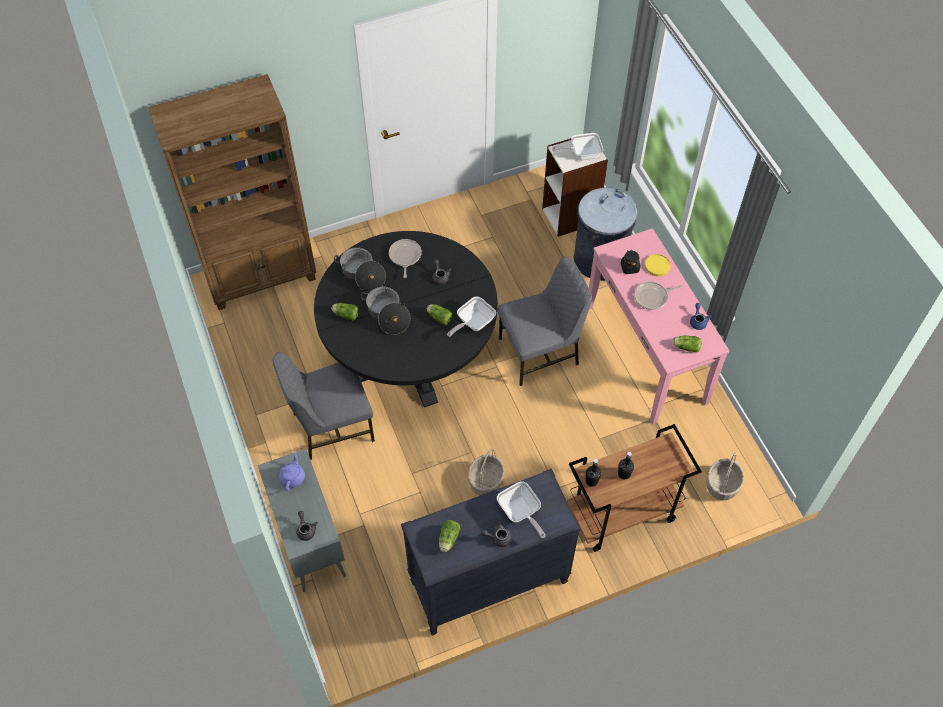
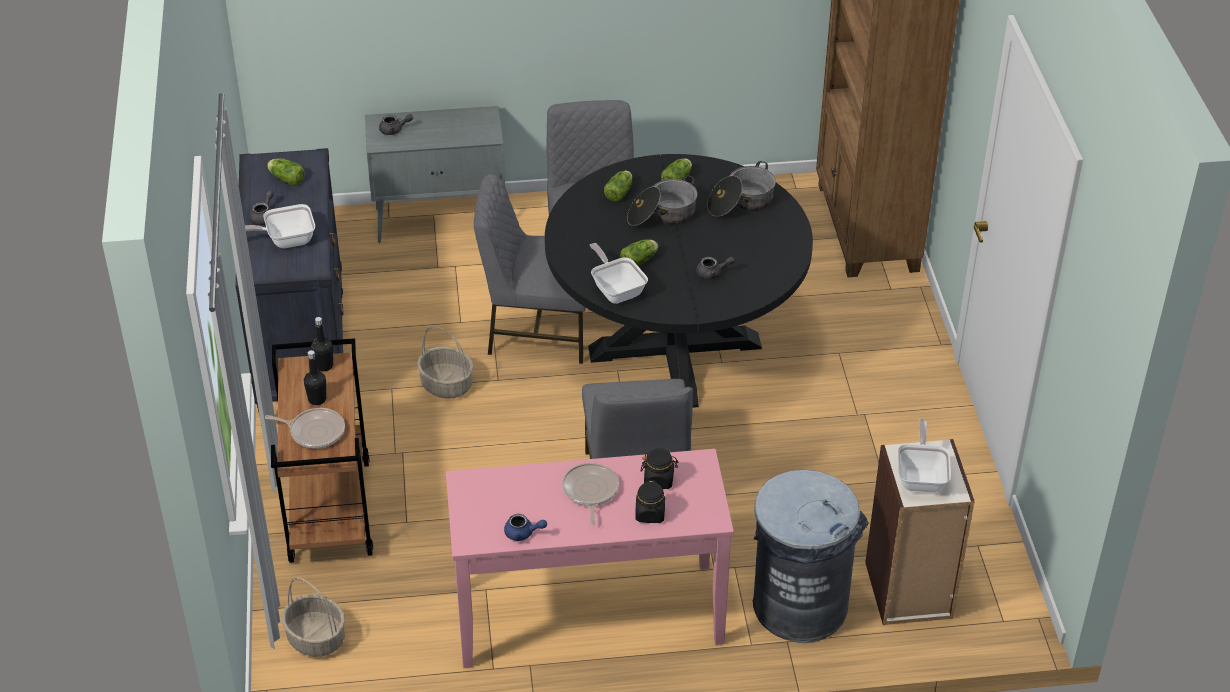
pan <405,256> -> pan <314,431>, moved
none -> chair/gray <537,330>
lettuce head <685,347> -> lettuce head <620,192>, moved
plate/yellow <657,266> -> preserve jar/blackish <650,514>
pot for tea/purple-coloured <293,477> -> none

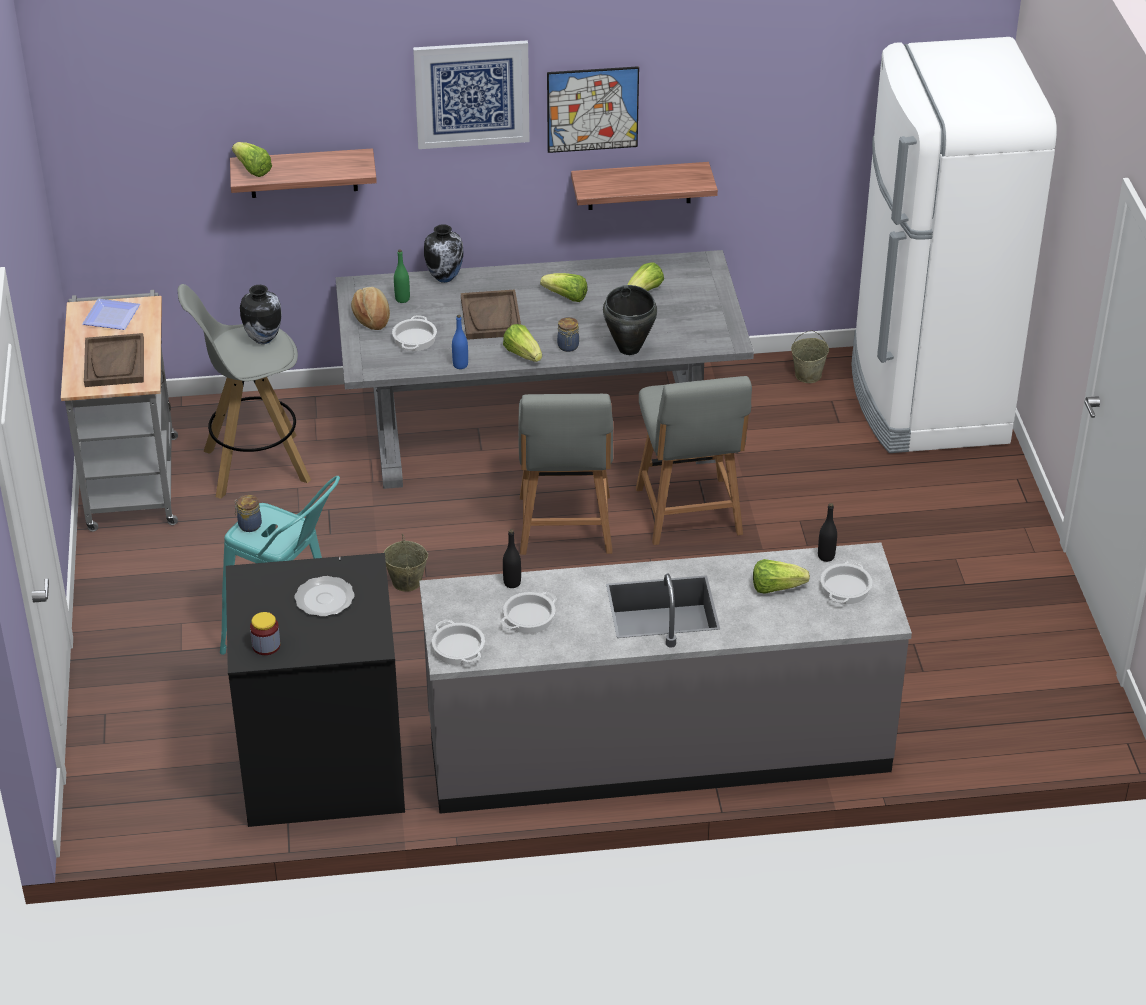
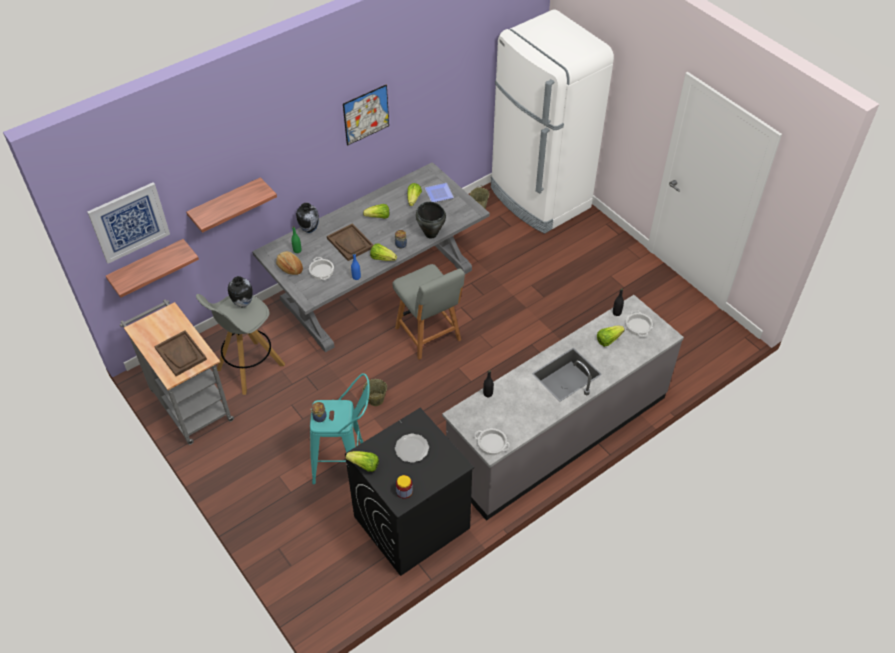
picture <472,94> -> picture <129,222>, moved
shelf <639,186> -> shelf <148,266>, moved
lettuce head <252,169> -> lettuce head <364,465>, moved
plate <112,318> -> plate <440,194>, moved
cooking pot <529,617> -> none
chair/gray <689,514> -> none

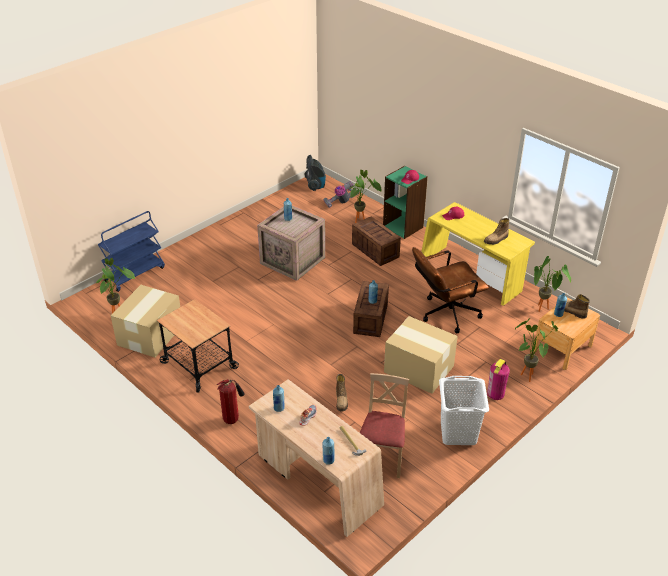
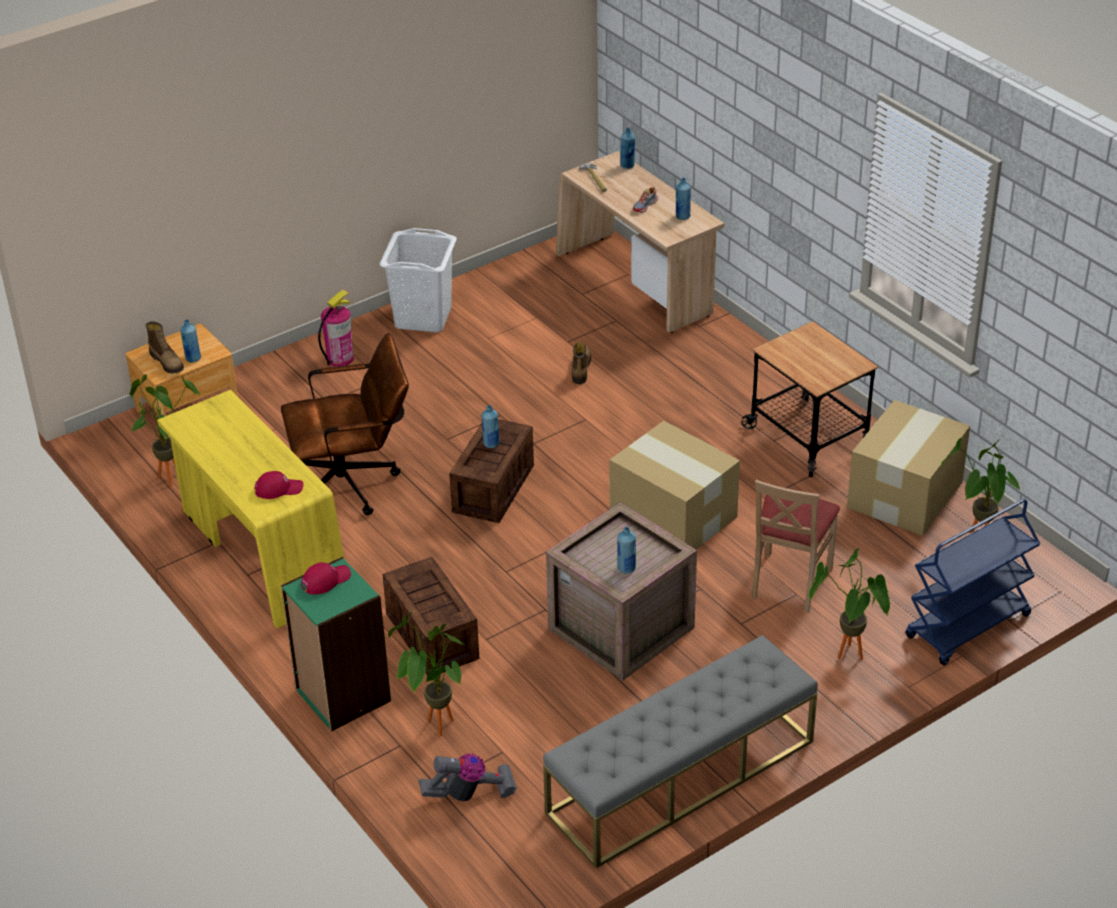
none -> bench/gray <680,777>
carton <419,369> -> carton <672,515>, moved
chair/sand-coloured <382,458> -> chair/sand-coloured <789,582>, moved
houseplant <527,374> -> houseplant <848,658>, moved
fire extinguisher <232,419> -> none
vacuum <315,186> -> none
high-top boot <496,240> -> none

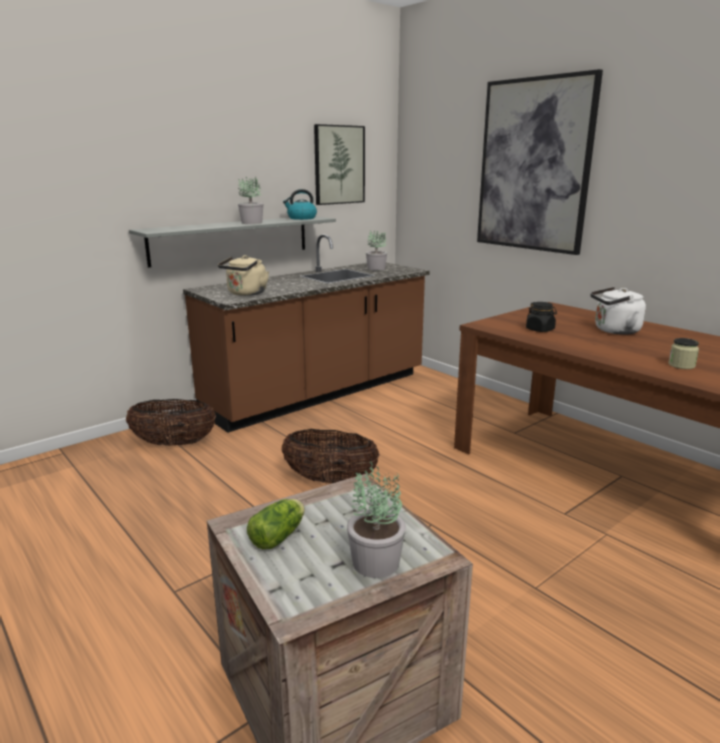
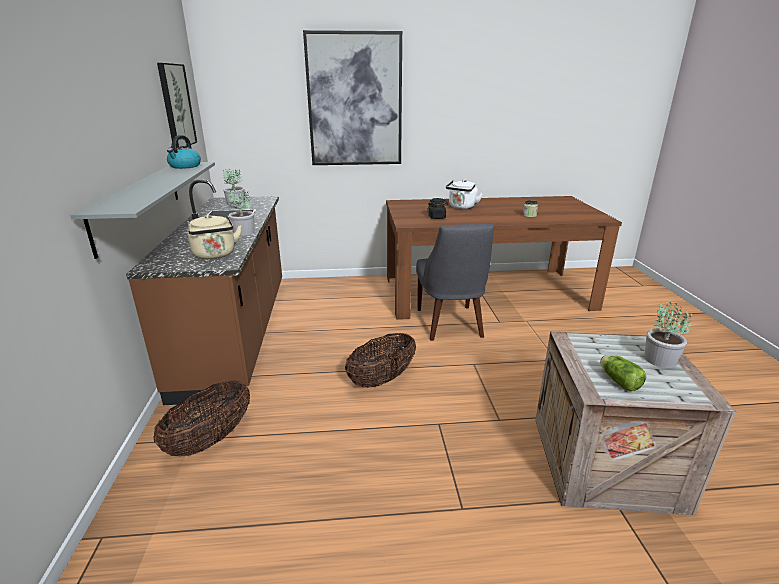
houseplant <251,223> -> houseplant <243,232>, moved
none -> chair/gray <450,325>

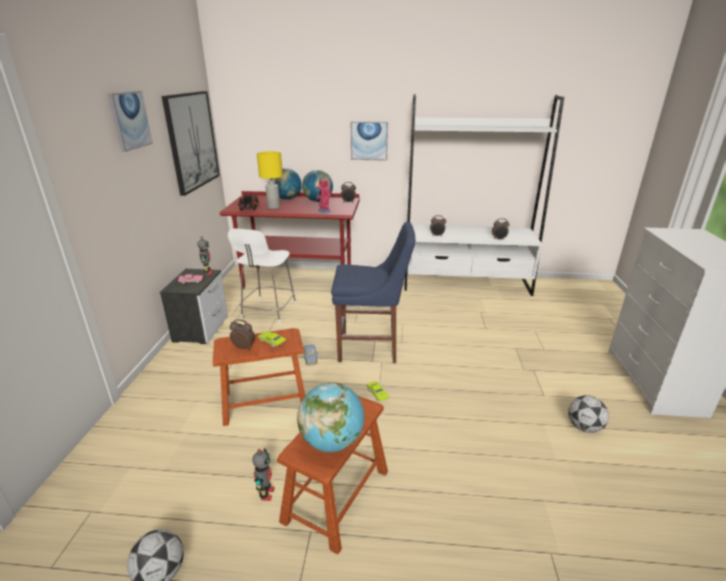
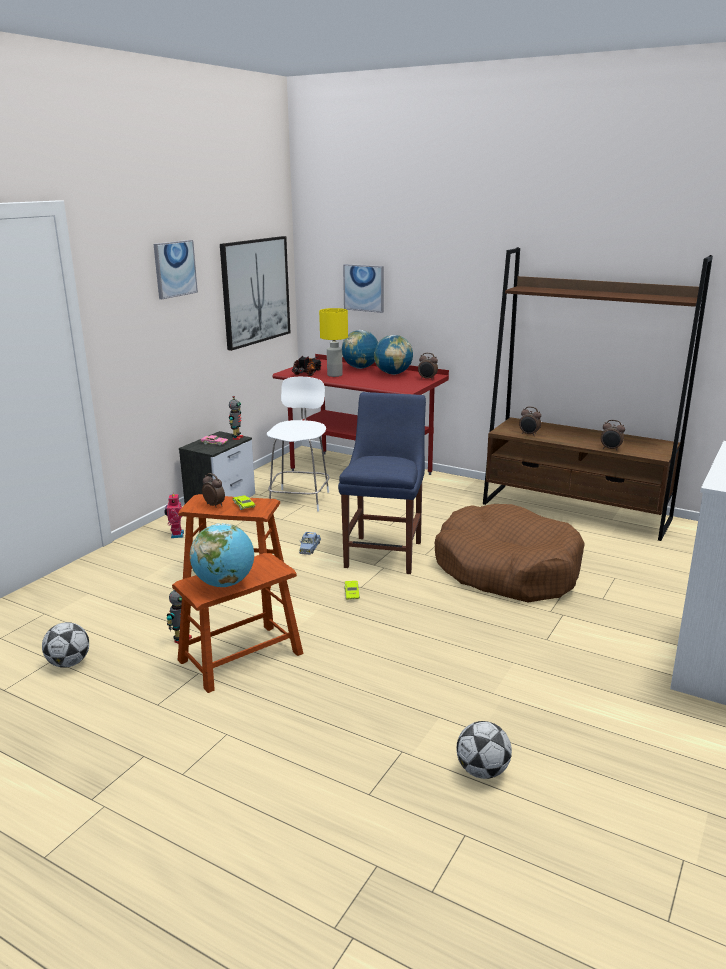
model robot <323,211> -> model robot <176,535>, moved
chair/white <268,313> -> chair/white <300,499>, 150 degrees clockwise
chair/blue <371,347> -> chair/blue <385,552>, 105 degrees counterclockwise
picture <369,140> -> picture <364,288>, moved
none -> dog cushion/brown <507,569>
ball for football <584,427> -> ball for football <482,771>, moved
bookshelf/white <466,284> -> bookshelf/brown <575,511>

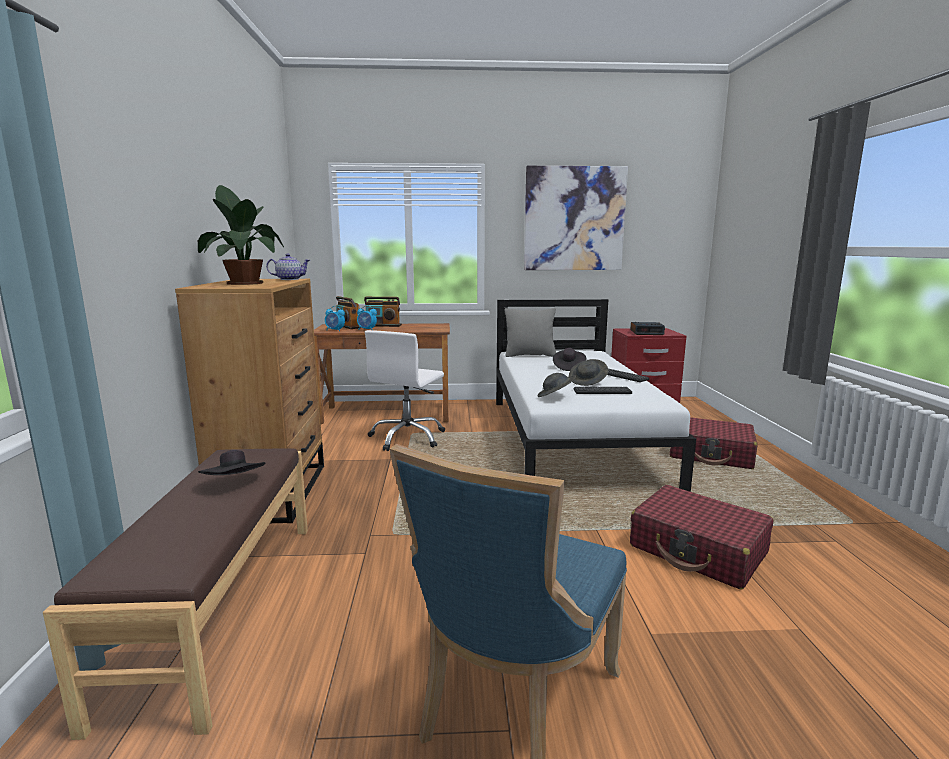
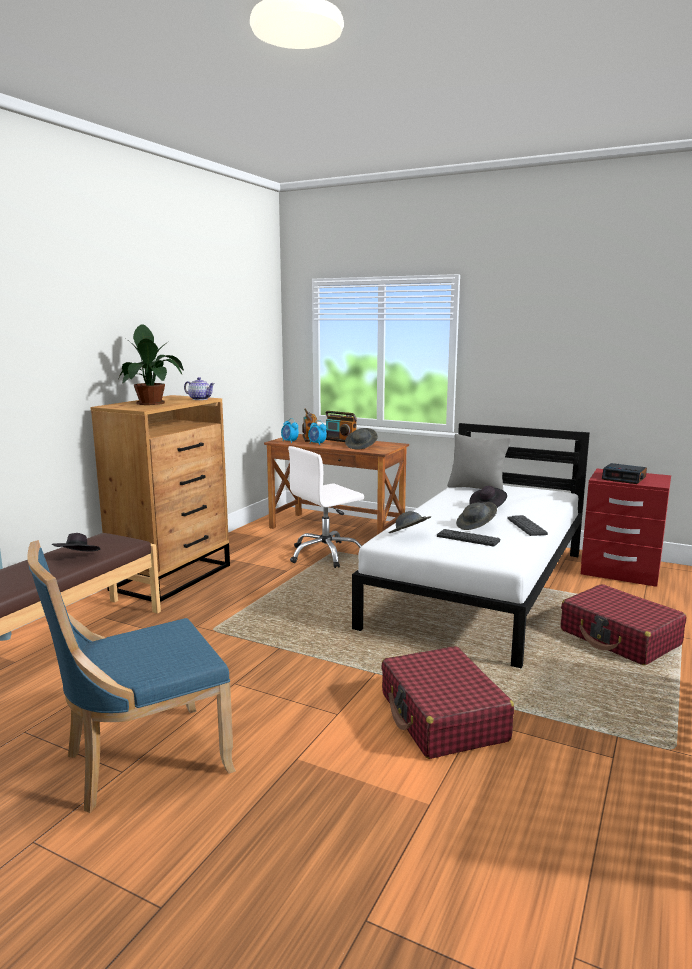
none -> wearable hat/gray <361,446>
picture <574,219> -> none

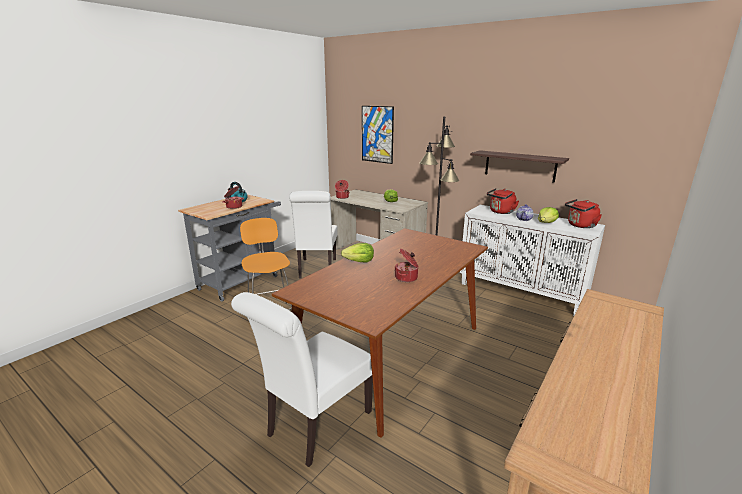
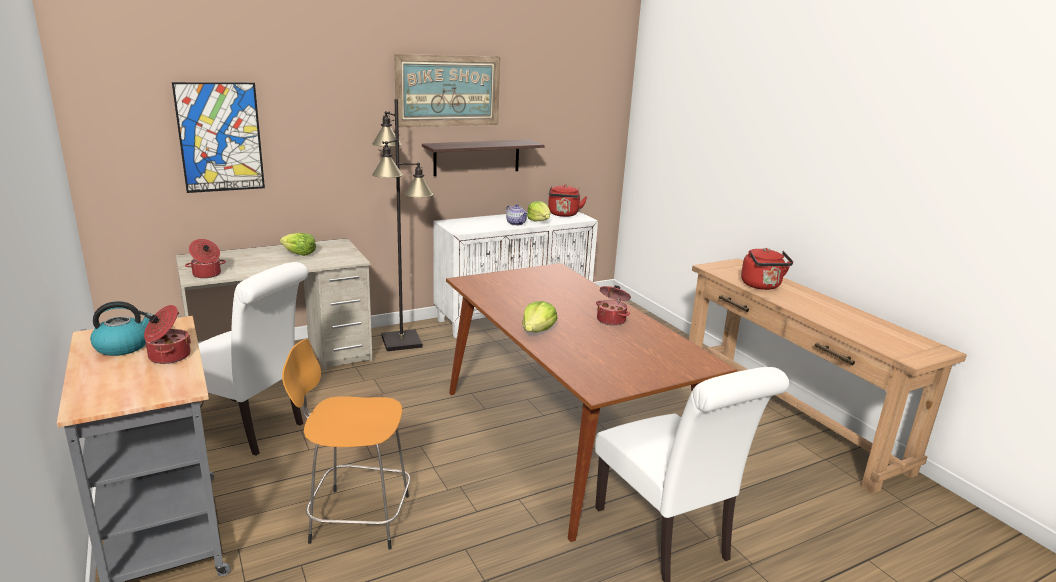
none -> picture <448,91>
tea kettle/red-coloured <500,212> -> tea kettle/red-coloured <762,286>, moved

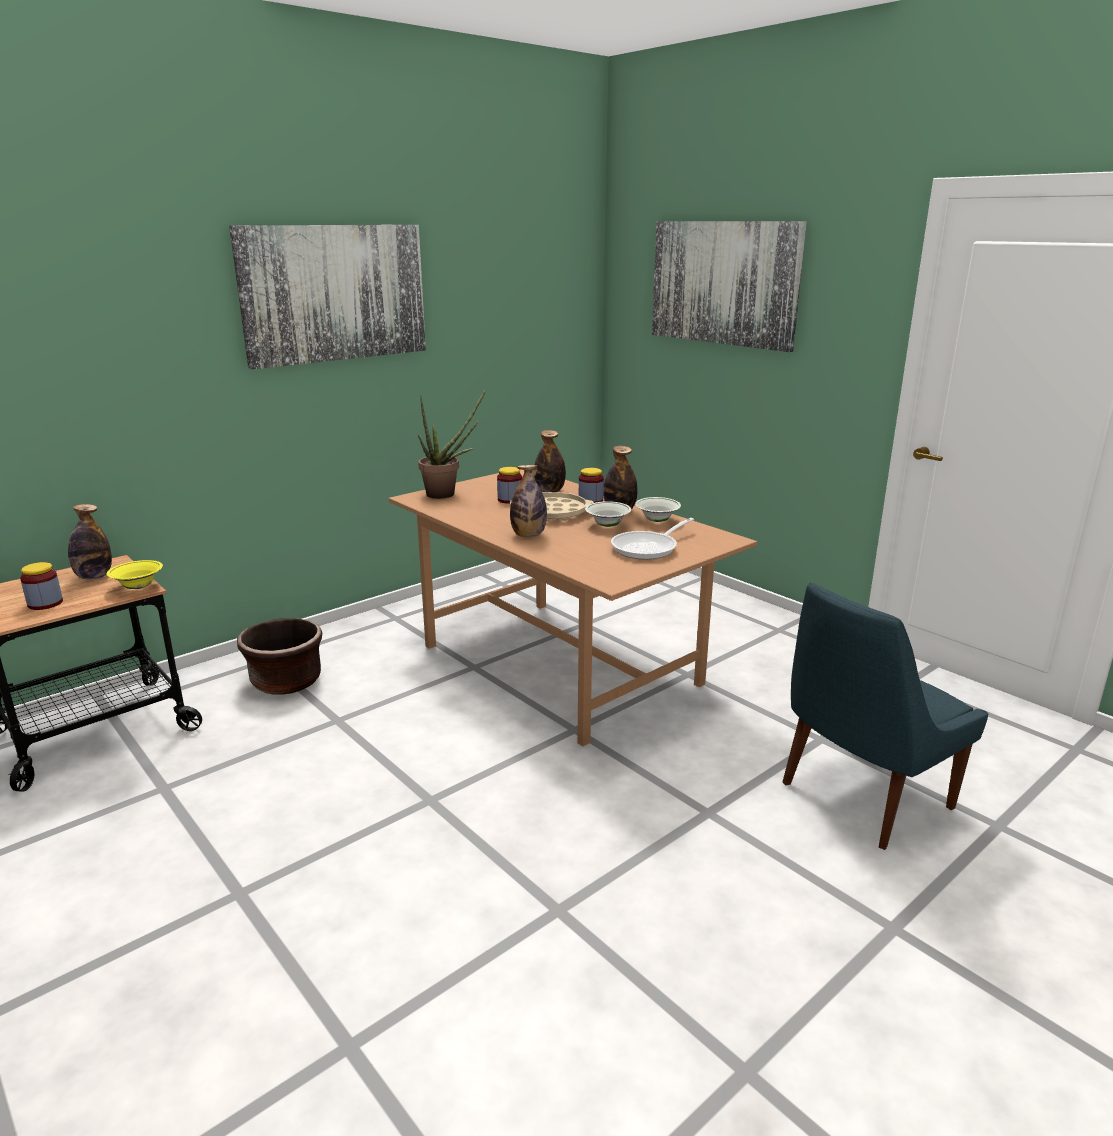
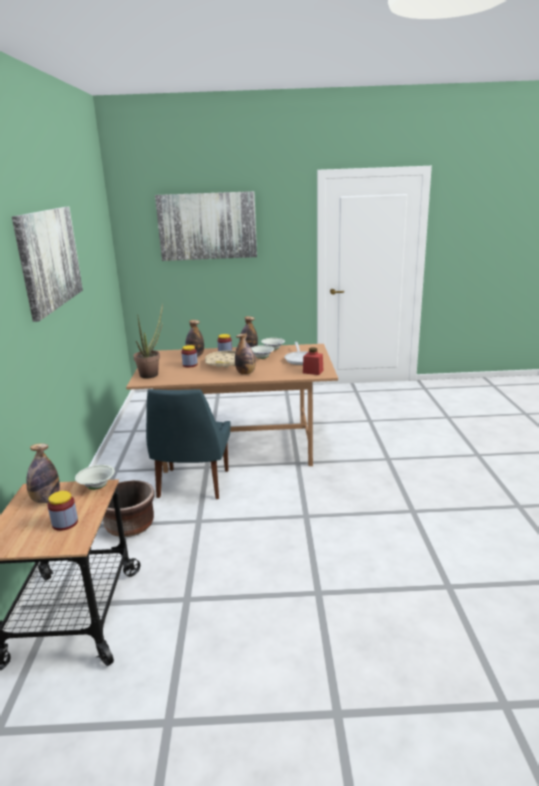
serving bowl/yellow <138,587> -> serving bowl/white <97,487>
chair/blue <861,798> -> chair/blue <192,485>, moved
none -> preserve jar/red-coloured <313,372>

